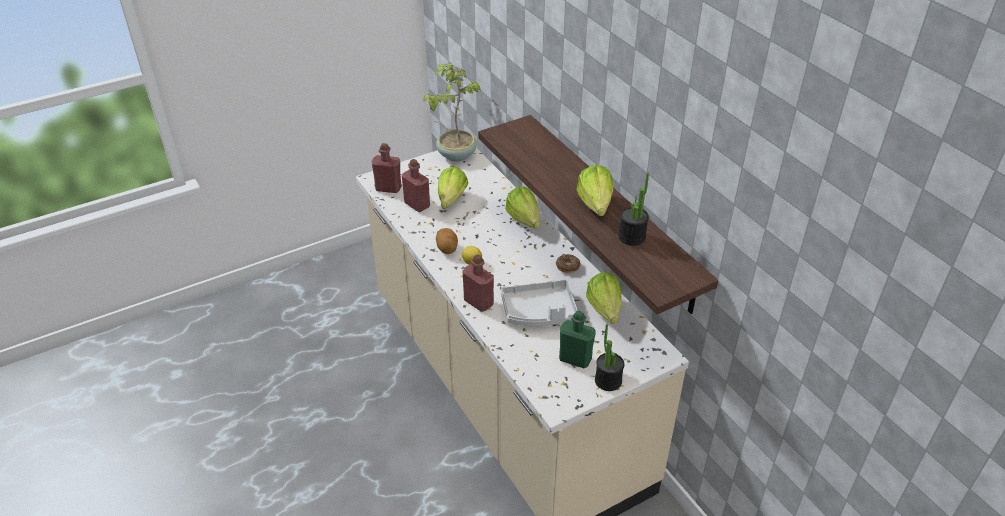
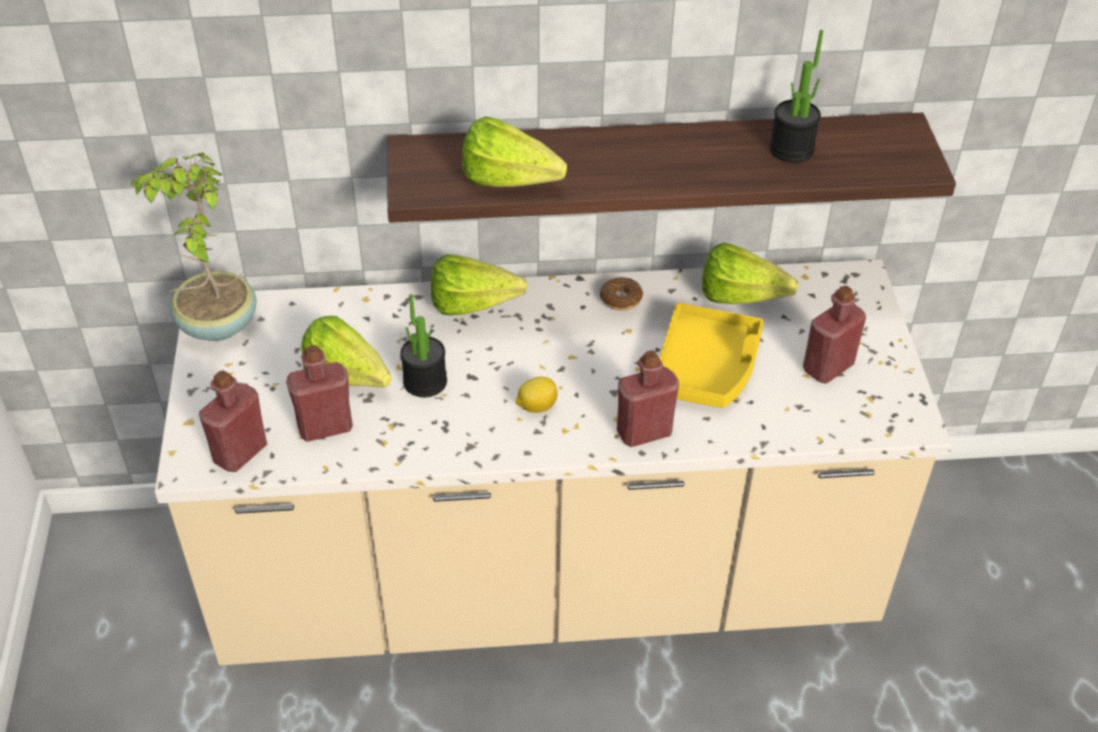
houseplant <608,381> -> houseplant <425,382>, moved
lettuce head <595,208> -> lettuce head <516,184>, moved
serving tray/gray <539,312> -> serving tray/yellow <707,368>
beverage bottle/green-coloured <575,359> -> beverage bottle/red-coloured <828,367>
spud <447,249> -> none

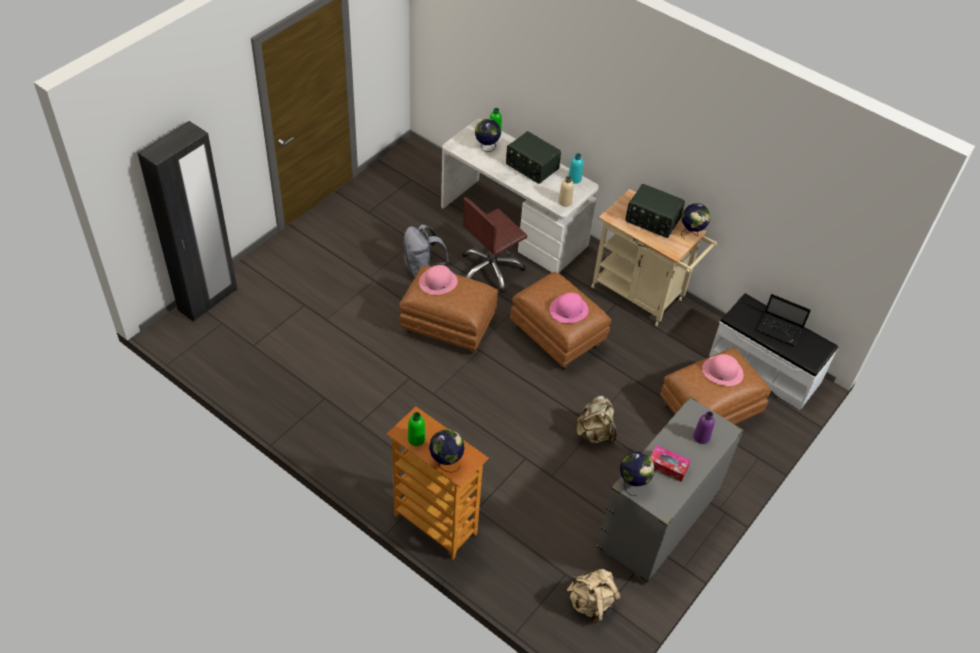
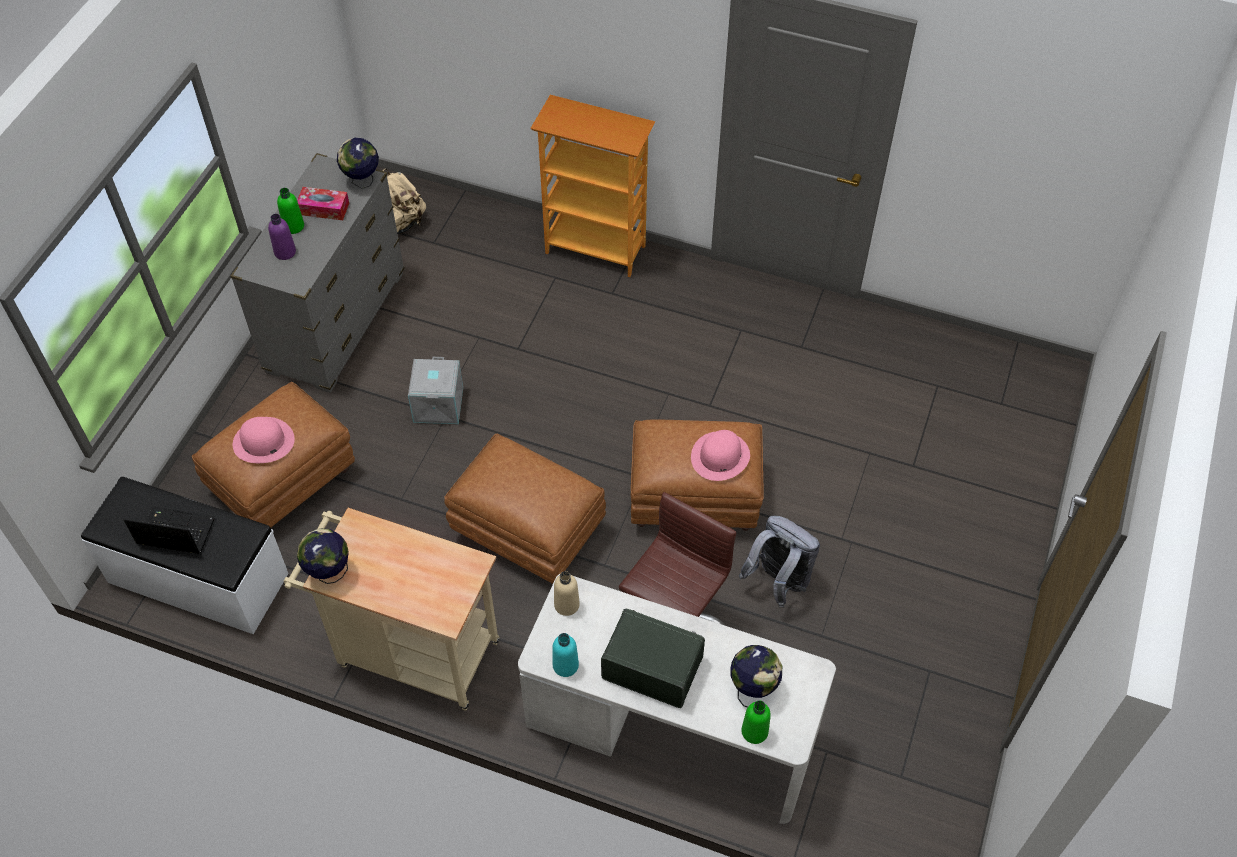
beverage bottle/green-coloured <416,439> -> beverage bottle/green-coloured <293,226>, moved
rucksack/sand-coloured <594,433> -> storage bin/gray <437,404>
clothes cupboard/blackish <208,300> -> none
world globe <446,462> -> none
wearable hat/pink <568,309> -> none
radio receiver <652,221> -> none

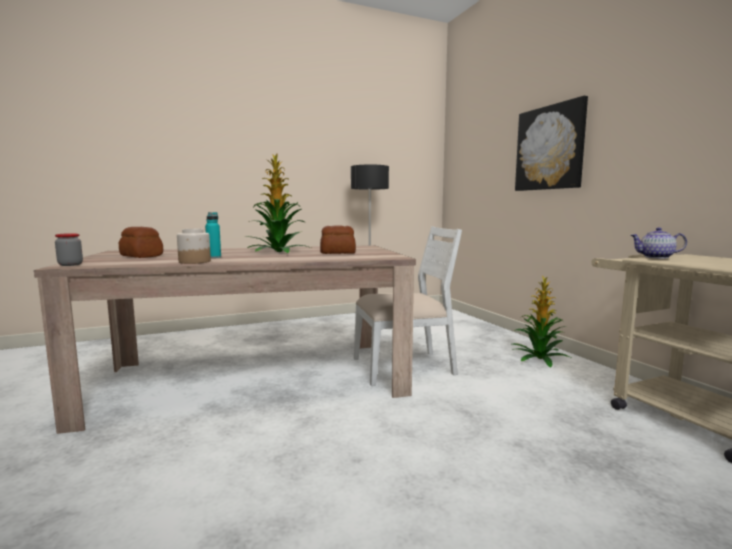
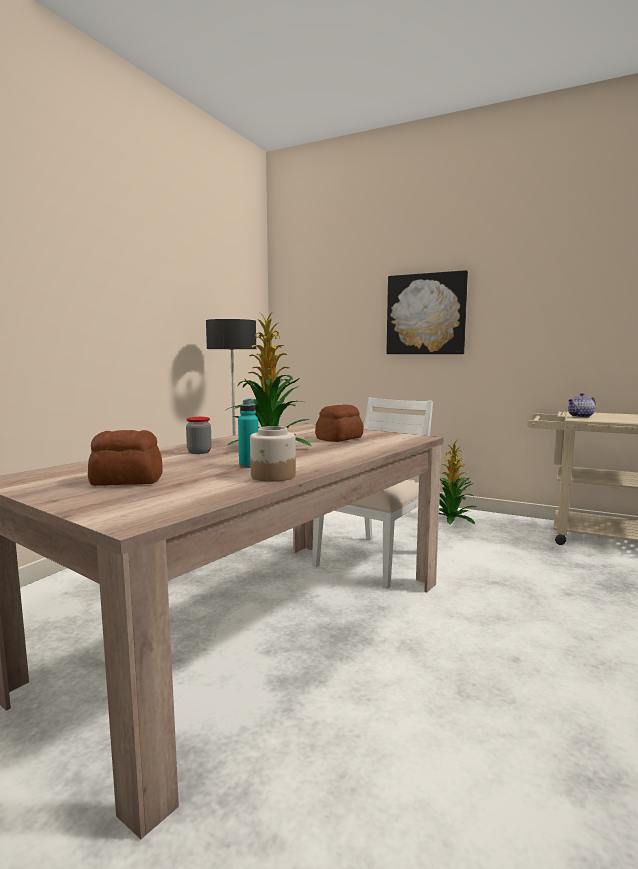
preserve jar <70,265> -> preserve jar <199,452>, moved

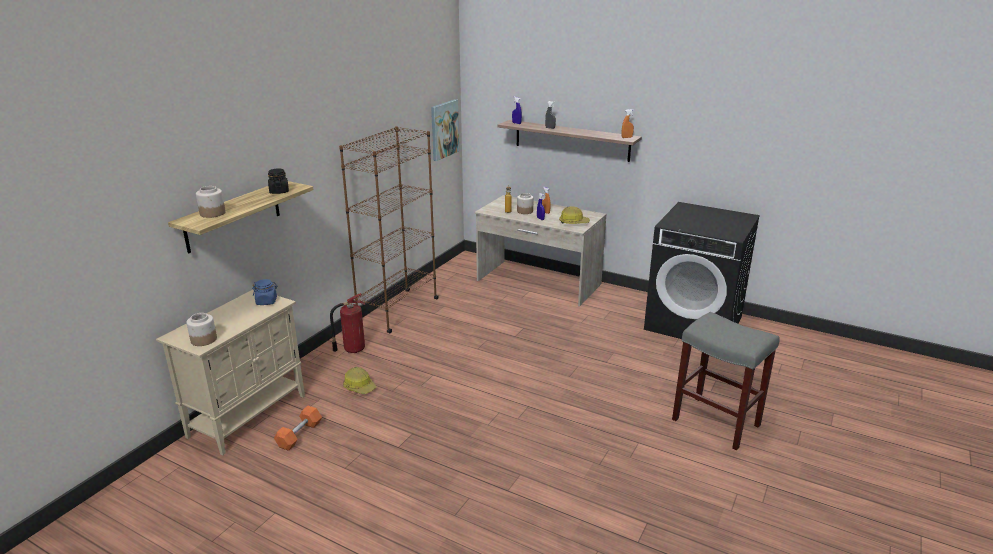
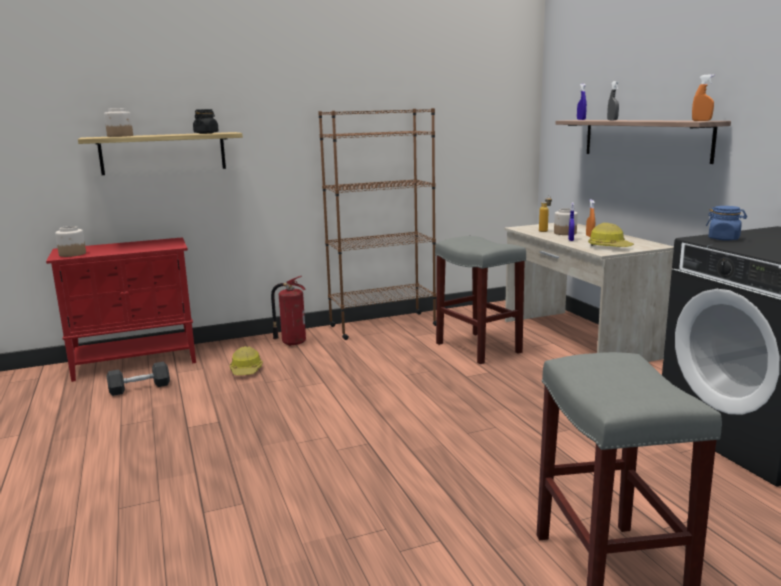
cabinet/sand-coloured <248,415> -> cabinet/red-coloured <136,362>
dumbbell/orange <299,435> -> dumbbell/gray <139,388>
none -> sitting stool/gray <477,348>
preserve jar/blue <266,301> -> preserve jar/blue <724,238>, moved
picture <444,129> -> none

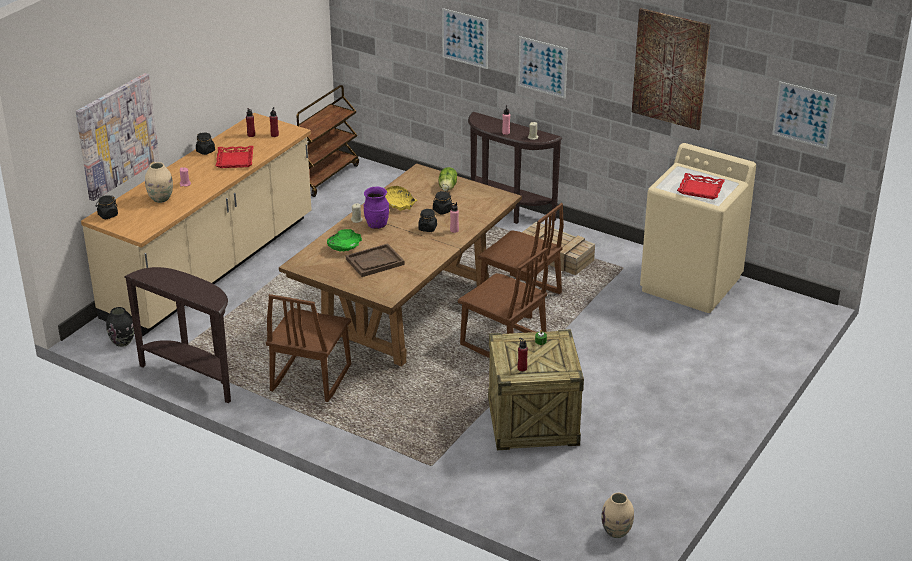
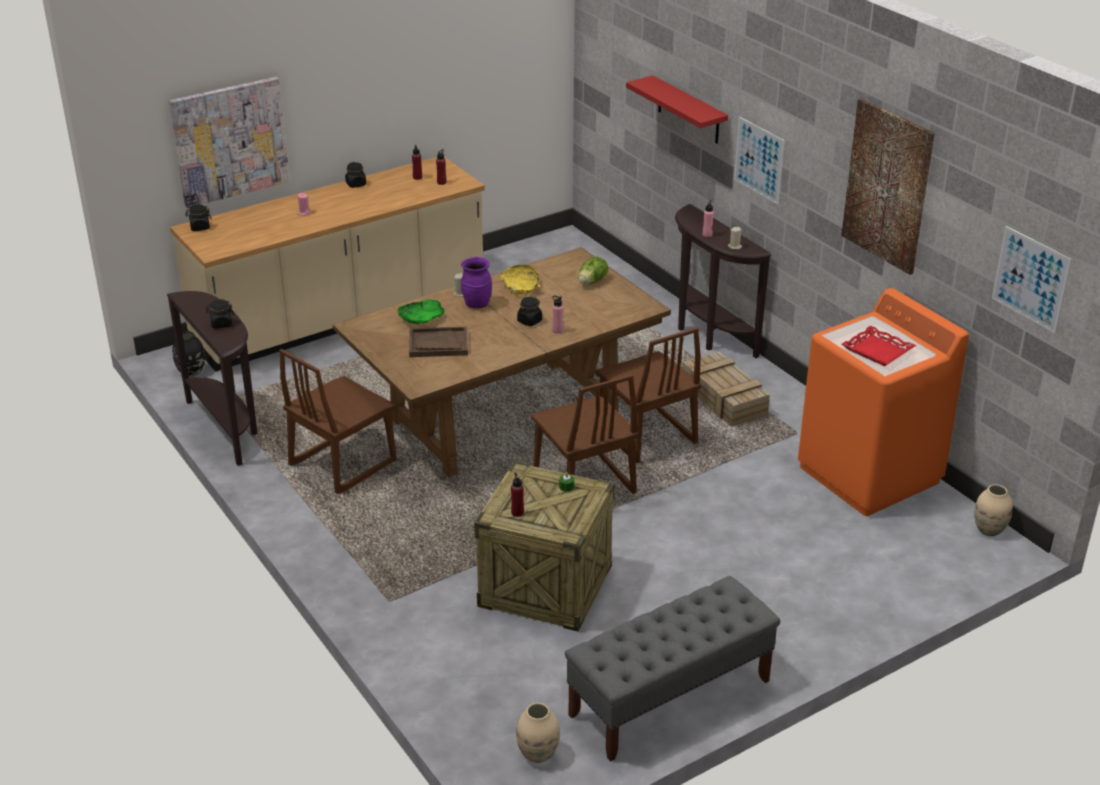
preserve jar/blackish <442,210> -> preserve jar/blackish <221,324>, moved
none -> bench/gray <669,698>
picture <465,38> -> shelf/red-coloured <688,110>
laundry machine/sand-coloured <691,284> -> laundry machine/orange <869,475>
flower vase/sand-coloured <161,199> -> flower vase/sand-coloured <989,530>, moved
serving tray/red-coloured <234,160> -> none
cart/brown <324,176> -> none

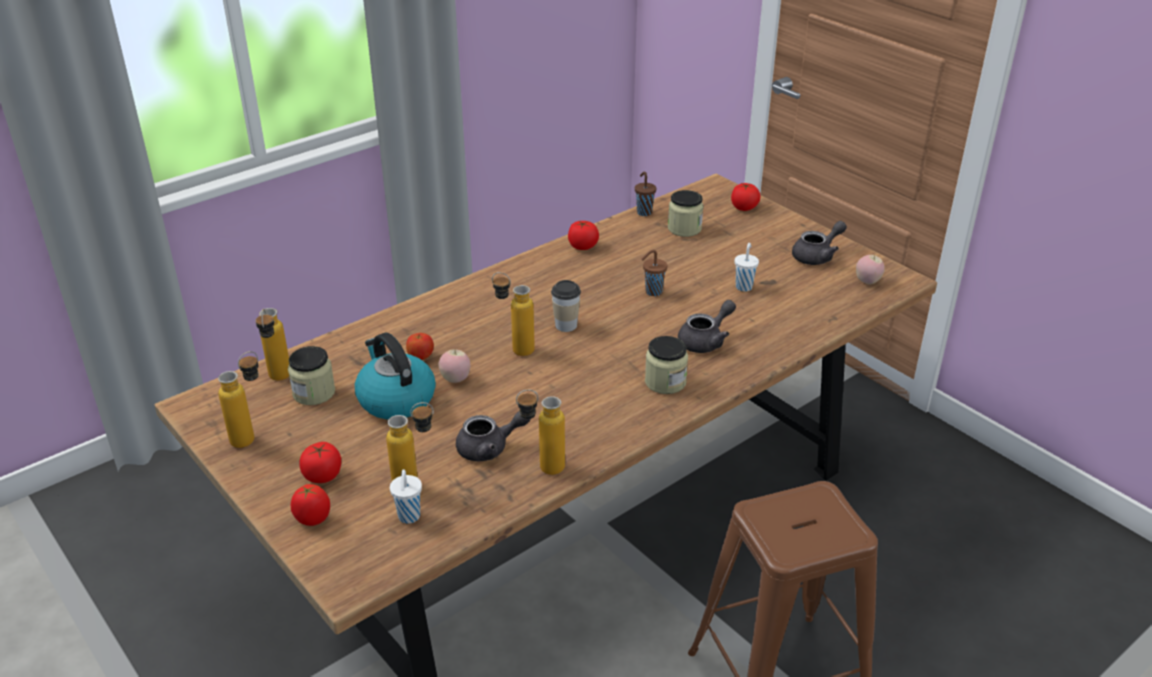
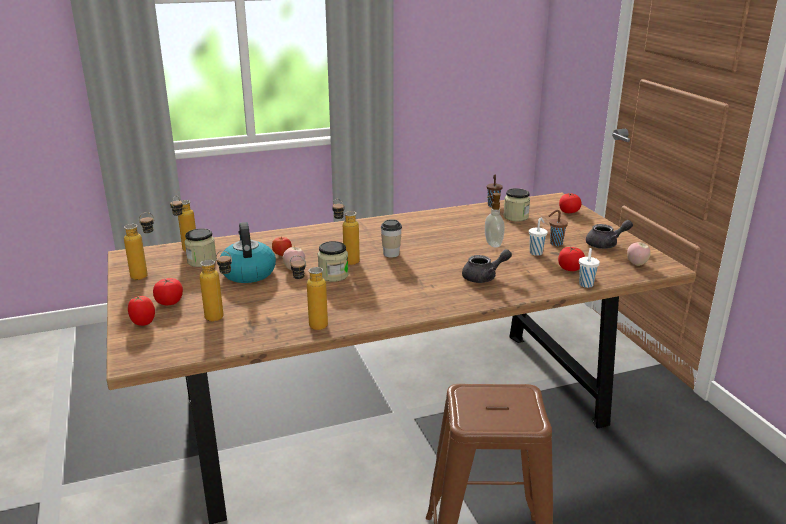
preserve jar <665,382> -> preserve jar <333,275>, moved
none -> liquid soap bottle <492,244>
small cup/brown <652,292> -> small cup/brown <555,243>, moved
fresh tomato <583,246> -> fresh tomato <570,268>, moved
small cup/white <409,517> -> small cup/white <586,285>, moved
pot for tea/gray <490,448> -> none

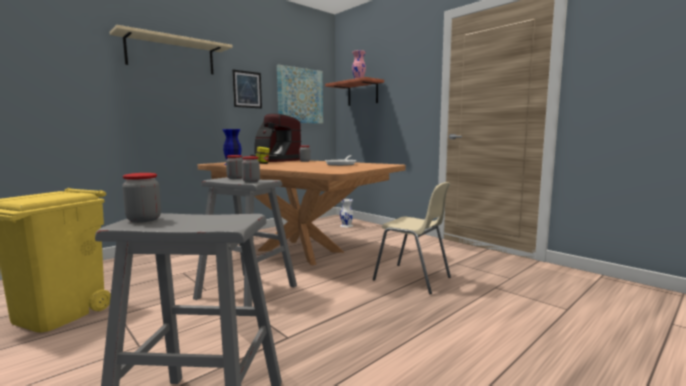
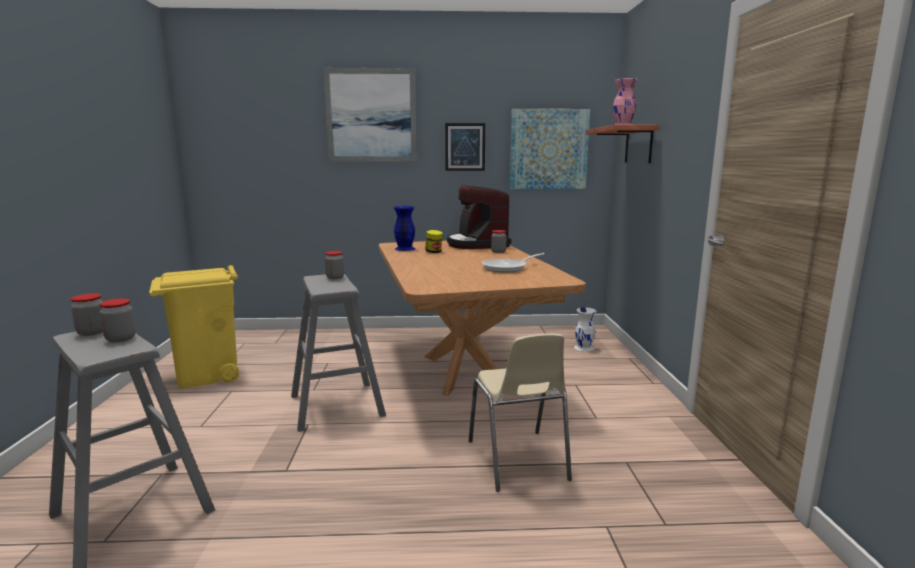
preserve jar <251,181> -> preserve jar <121,339>, moved
shelf/sand-coloured <171,55> -> picture <371,115>

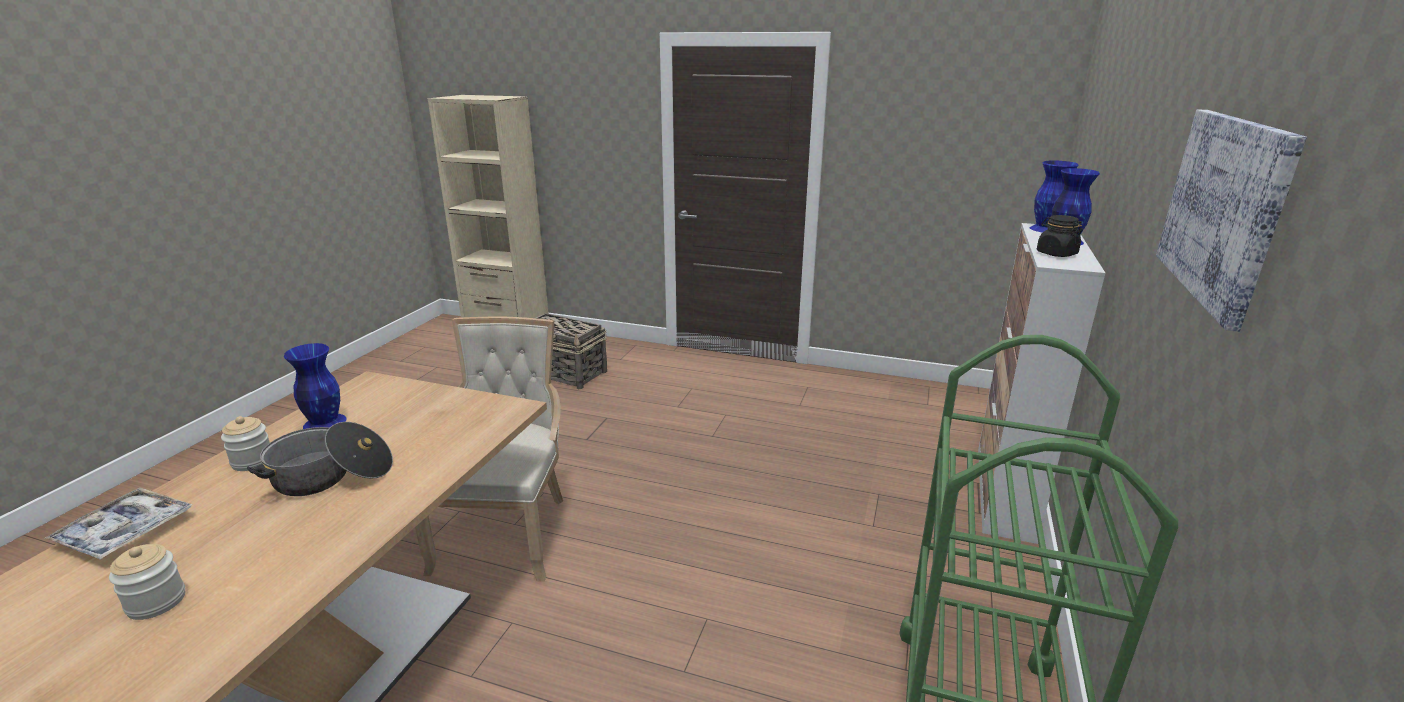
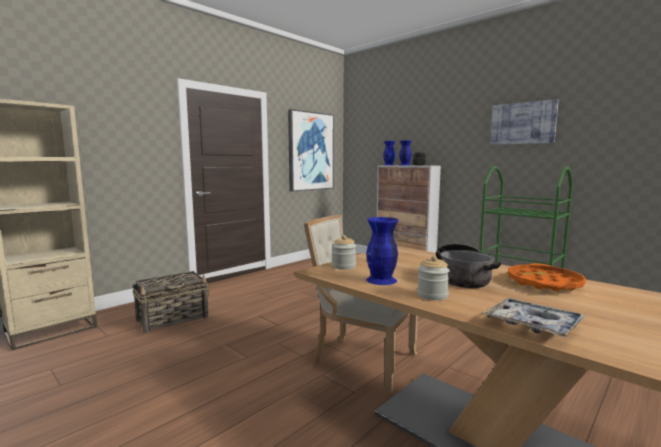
none -> picture <310,151>
preserve jar <156,602> -> preserve jar <344,266>, moved
none -> serving tray/orange <544,283>

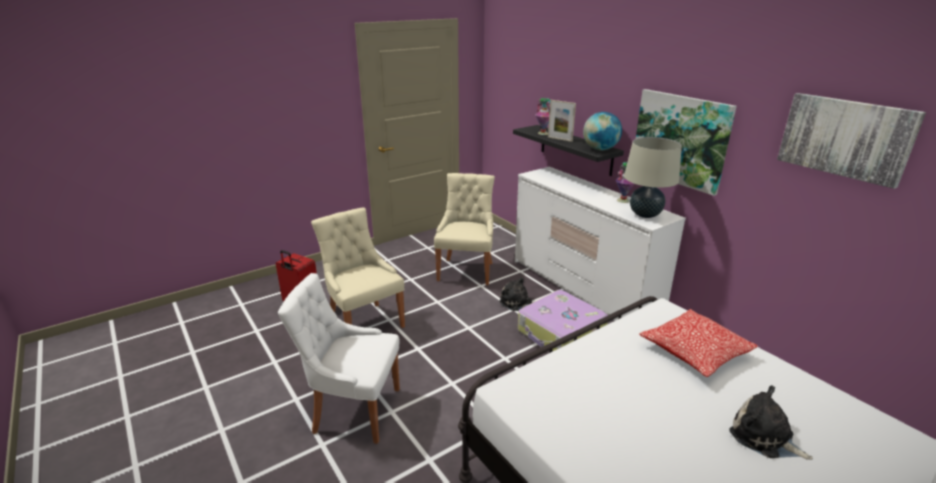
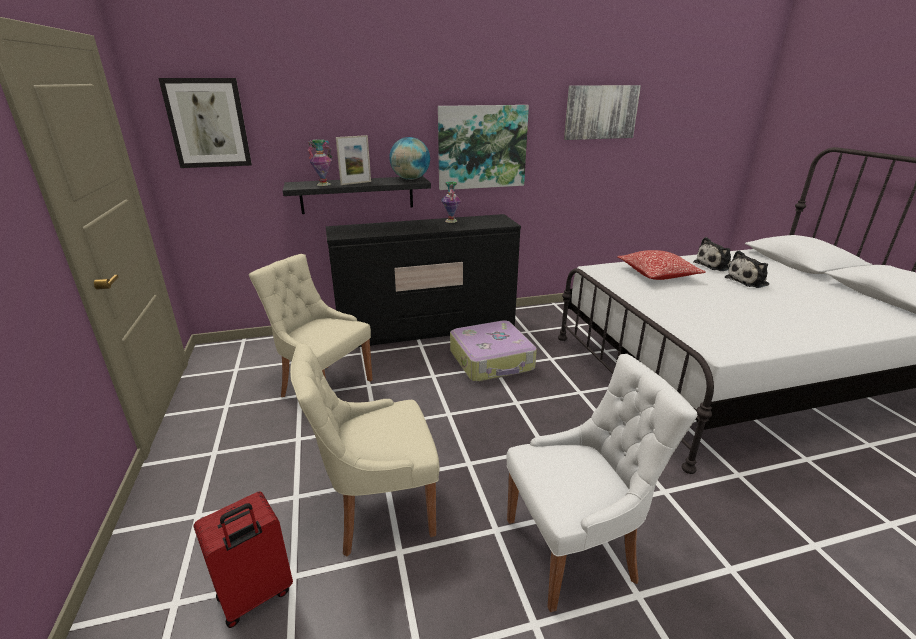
none -> picture <208,123>
dresser/white <583,289> -> dresser/blackish <427,330>
chair/white <353,410> -> chair/white <574,549>, 135 degrees counterclockwise
soft toy <516,303> -> soft toy <715,265>, moved
lamp for a table/sand-coloured <645,214> -> none

